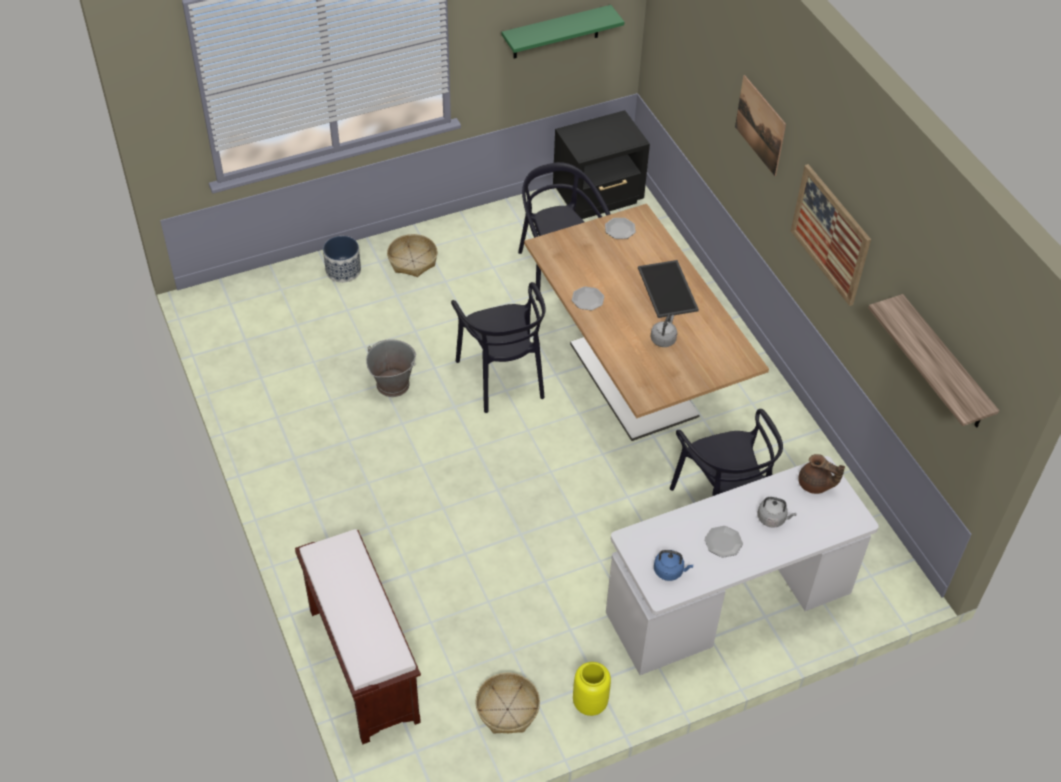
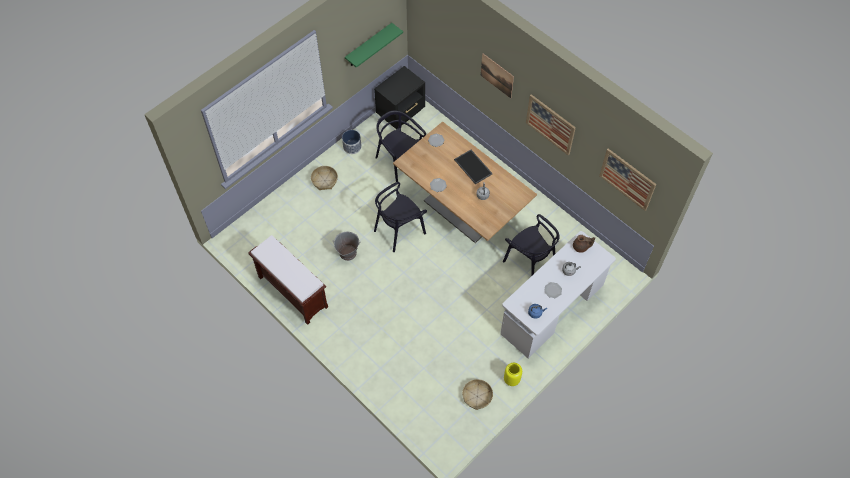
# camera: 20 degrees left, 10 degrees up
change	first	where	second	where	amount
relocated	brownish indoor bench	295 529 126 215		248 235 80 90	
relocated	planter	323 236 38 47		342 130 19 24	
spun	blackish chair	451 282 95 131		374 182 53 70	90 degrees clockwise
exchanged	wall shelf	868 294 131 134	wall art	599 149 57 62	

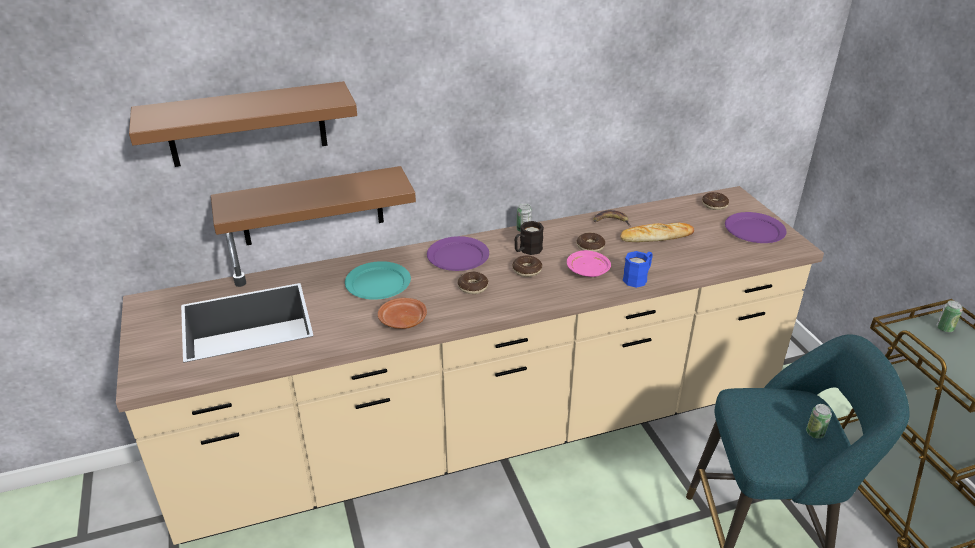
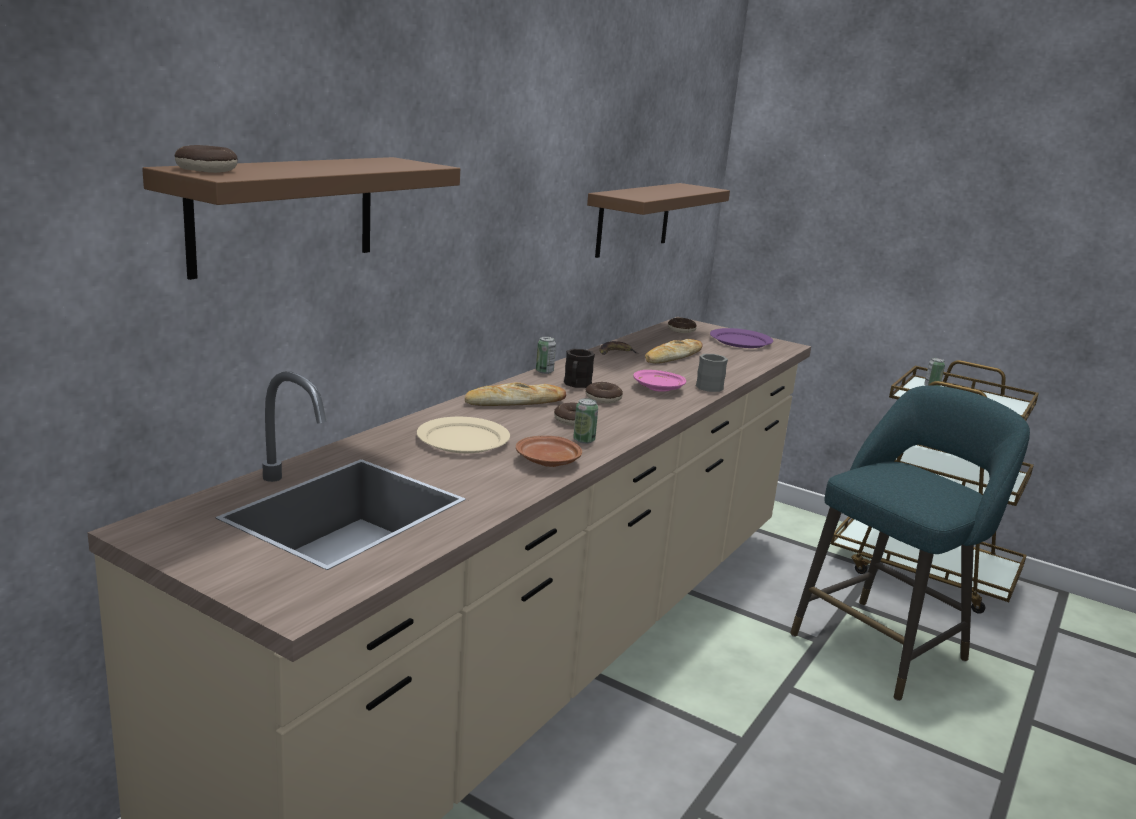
# camera: 40 degrees left, 15 degrees down
change	first	where	second	where	amount
relocated	brownish wall shelf	211 166 205 79		587 183 143 75	
colour	turquoise flat dish	345 261 66 39	beige-coloured flat dish	417 417 93 36	
exchanged	purplish flat dish	427 236 62 35	bakery bread	465 382 101 24	
relocated	doughnut	577 233 28 19		175 145 63 28	
colour	blue coffee mug	623 251 30 37	gray coffee mug	696 354 32 38	
relocated	can	806 404 26 35		573 398 25 46	

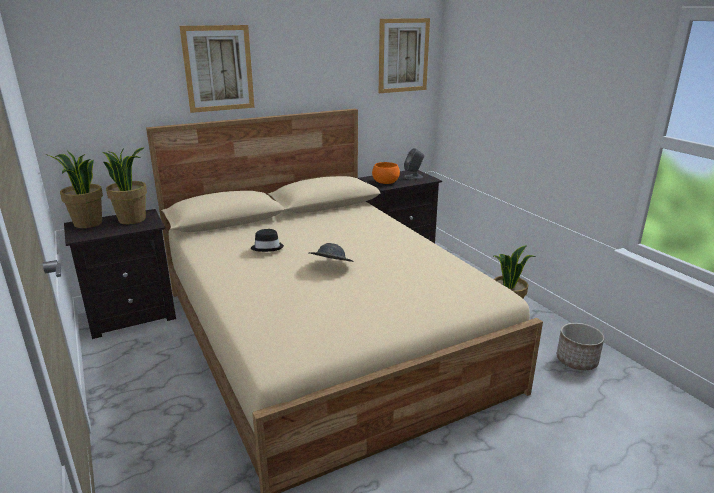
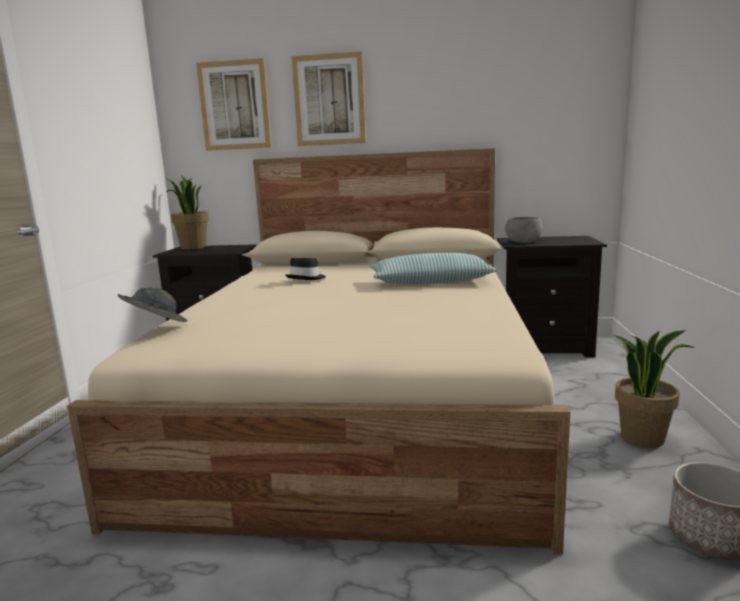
# camera: 35 degrees right, 10 degrees down
change	first	where	second	where	amount
missing	potted plant	103 147 44 77			
relocated	gray wearable hat	309 243 45 19		118 287 69 35	
colour	orangey serving bowl	372 162 28 22	gray serving bowl	505 217 38 26	
relocated	wall art	379 18 51 75		196 58 76 93	
missing	gray loudspeaker	404 148 20 31			
appeared			cushion	370 253 127 31	

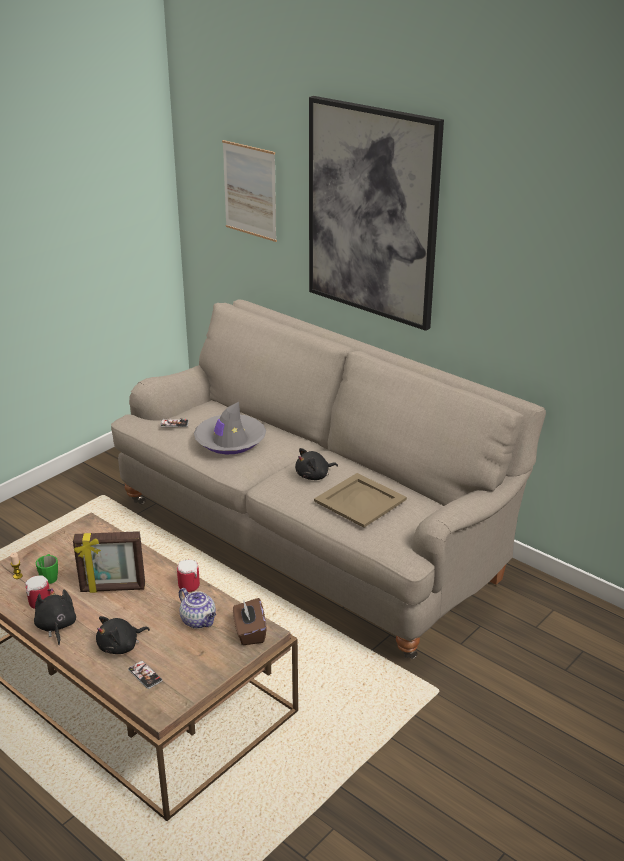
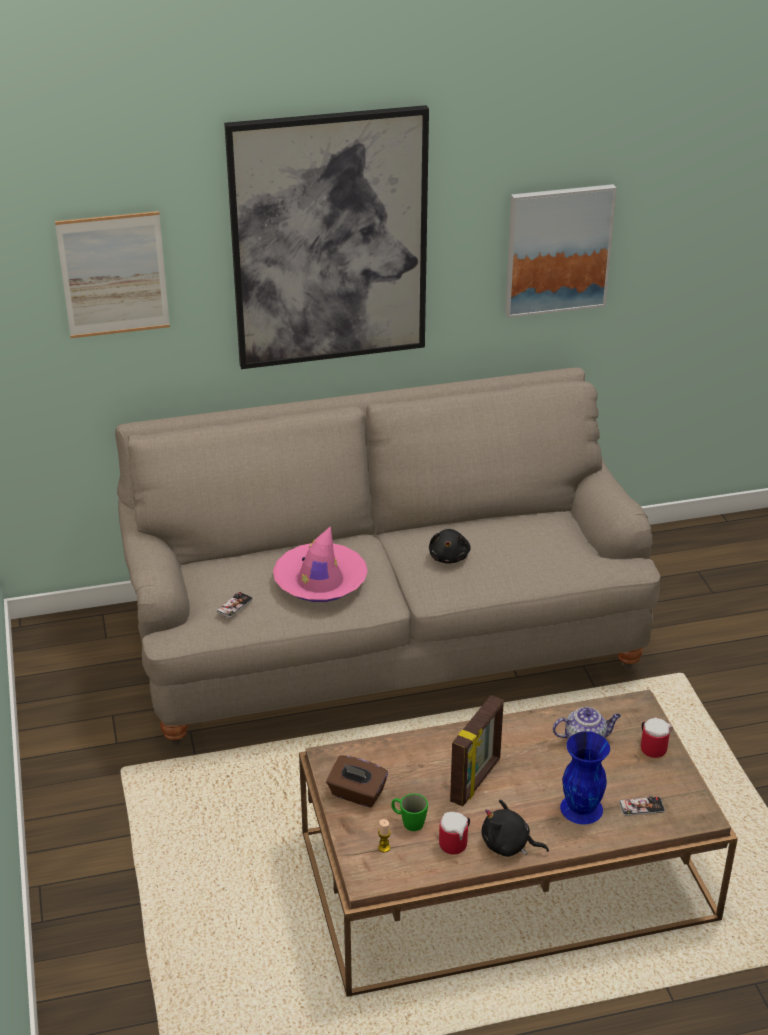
# camera: 55 degrees left, 5 degrees up
change	first	where	second	where	amount
exchanged	blackish cuddly toy	96 616 54 38	blue vase	560 731 50 93	
relocated	coffee mug	177 559 23 33		641 718 32 40	
colour	gray wearable hat	194 402 72 53	pink-coloured wearable hat	273 526 95 76	
relocated	brownish tissue box	233 598 34 47		326 756 62 52	
missing	beige-coloured serving tray	314 473 93 55			
appeared			wall art	505 184 112 134	

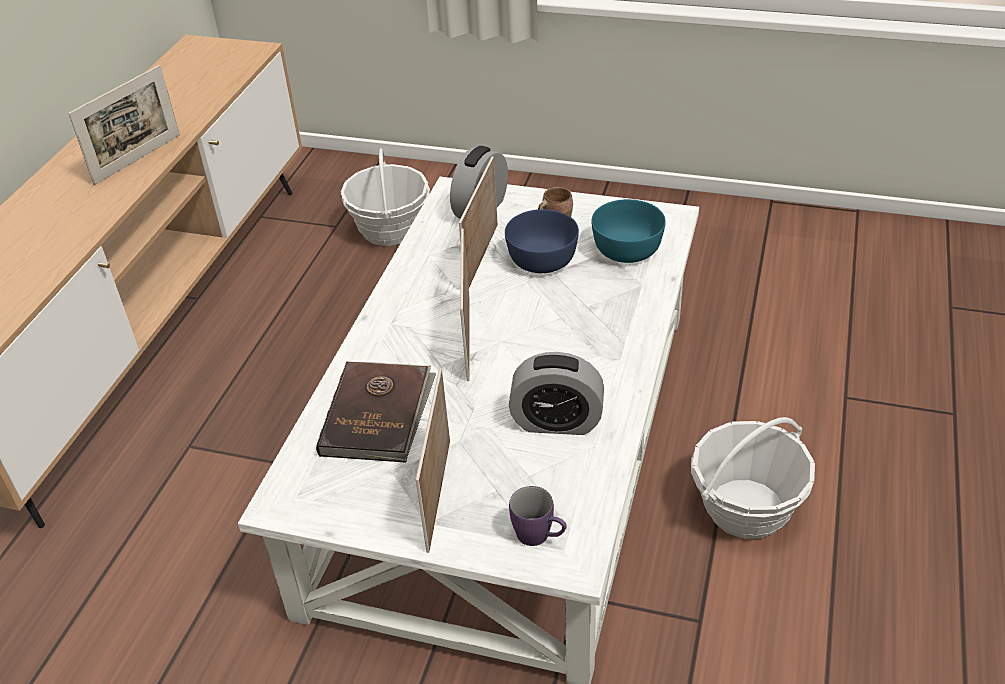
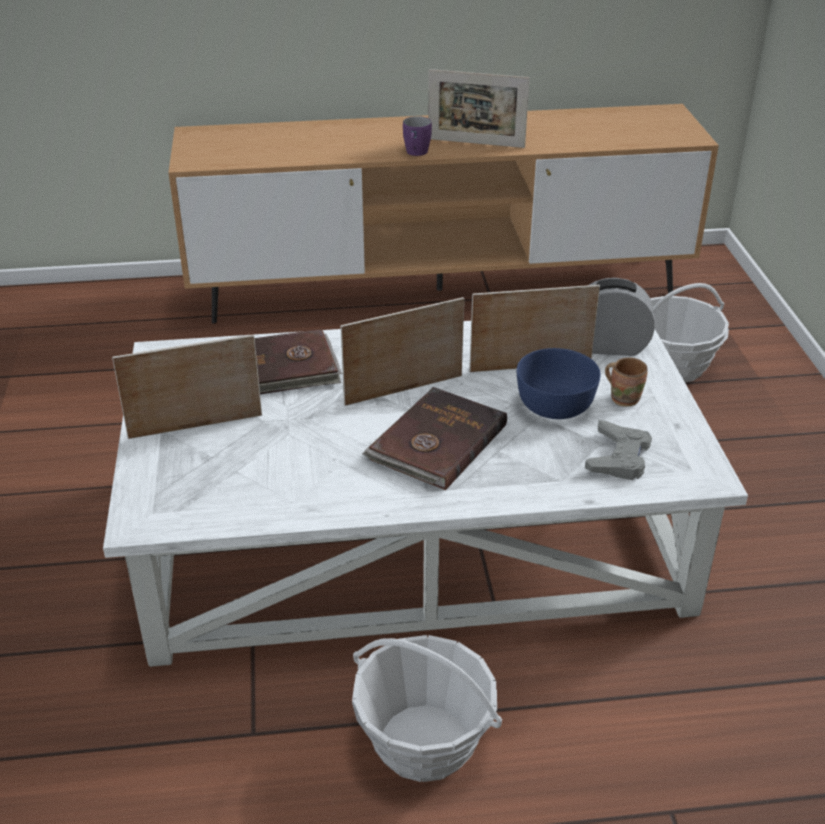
# camera: 65 degrees right, 5 degrees down
change	first	where	second	where	amount
missing	bedside clock	509 352 95 83			
relocated	purplish coffee mug	509 486 58 60		403 116 29 40	
exchanged	turquoise serving bowl	592 199 74 64	gray game controller	585 420 67 60	
appeared			brownish bound book	362 387 145 103	

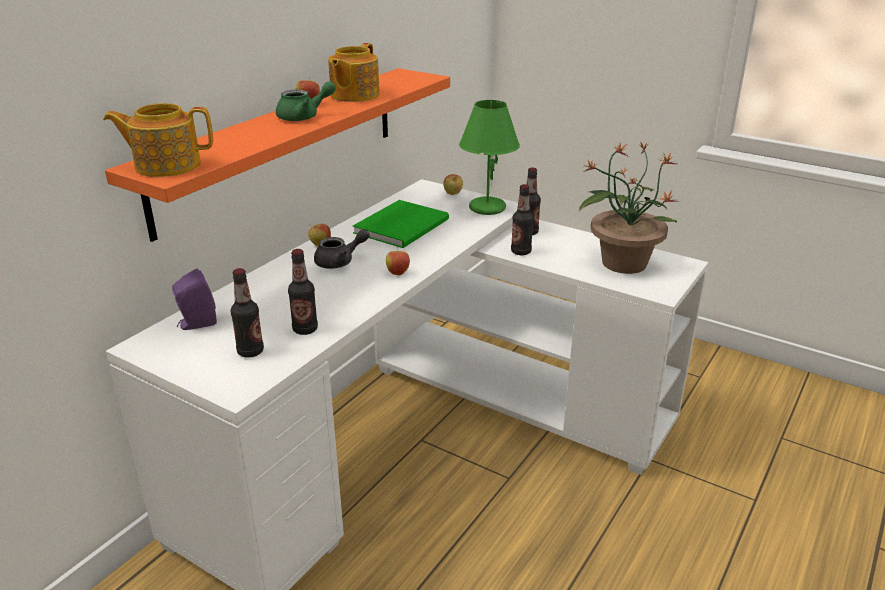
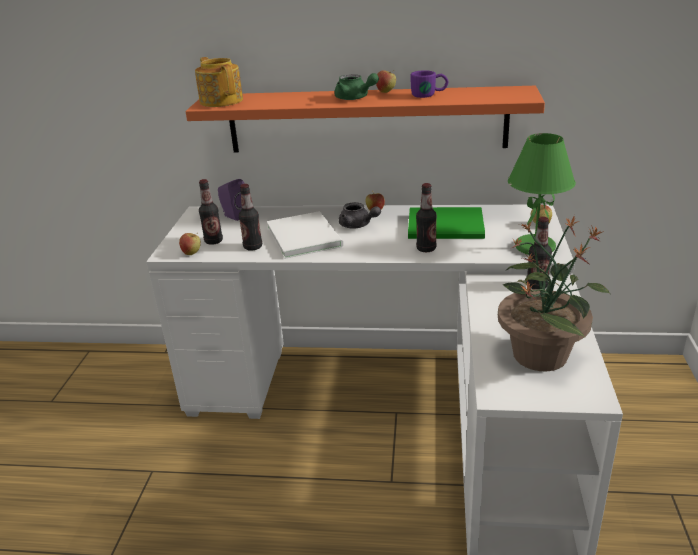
# camera: 65 degrees right, 0 degrees up
change	first	where	second	where	amount
exchanged	pot for tea	328 43 52 59	purplish coffee mug	410 70 39 28	
relocated	whole apple	386 247 24 29		179 233 22 22	
relocated	beverage bottle	511 184 23 71		416 183 21 69	
appeared			whitish bound book	267 211 76 48	

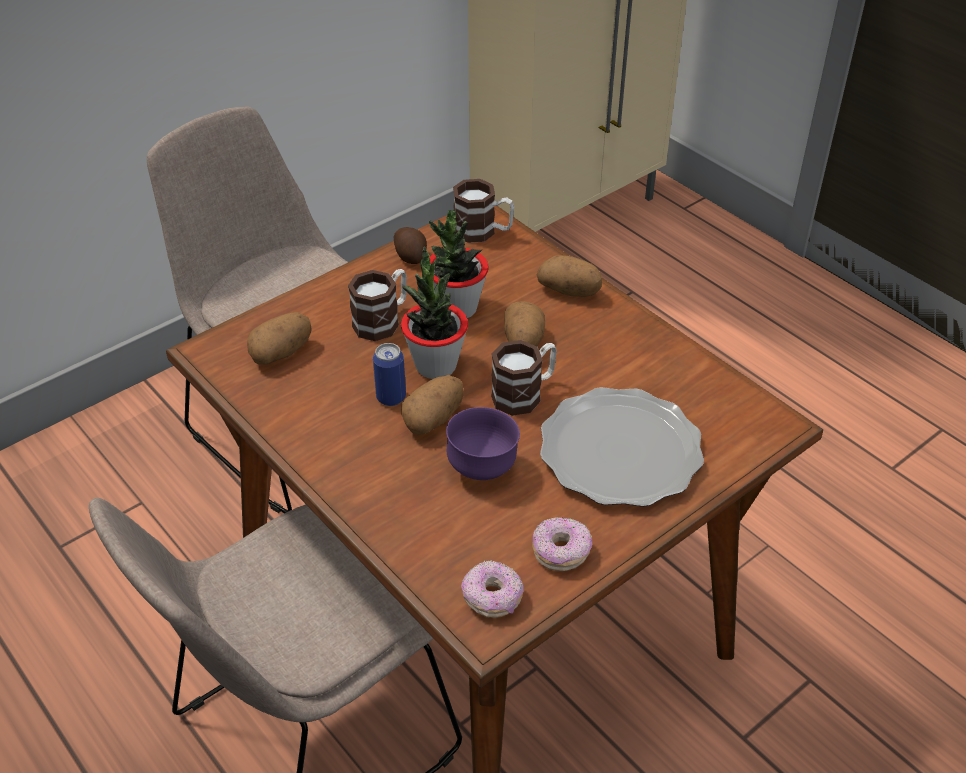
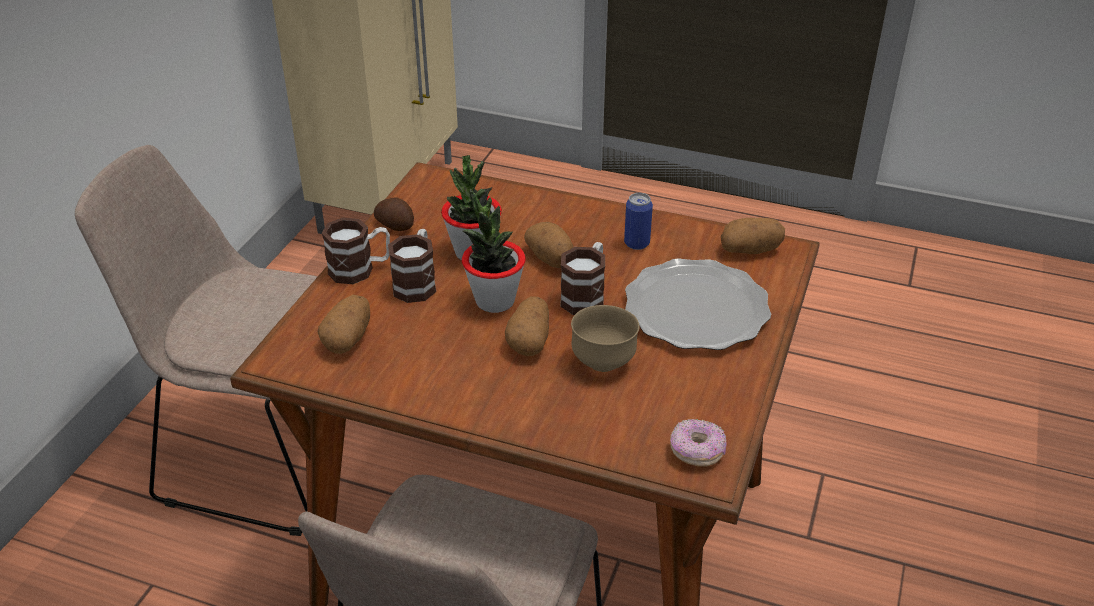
# camera: 30 degrees left, 5 degrees down
change	first	where	second	where	amount
relocated	can	373 343 33 63		624 193 29 57	
colour	purplish serving bowl	446 407 74 73	brownish serving bowl	571 305 69 67	
relocated	coffee mug	453 179 61 64		322 218 68 66	
missing	doughnut	532 517 60 54			
relocated	whole potato	537 255 65 42		721 218 64 36	

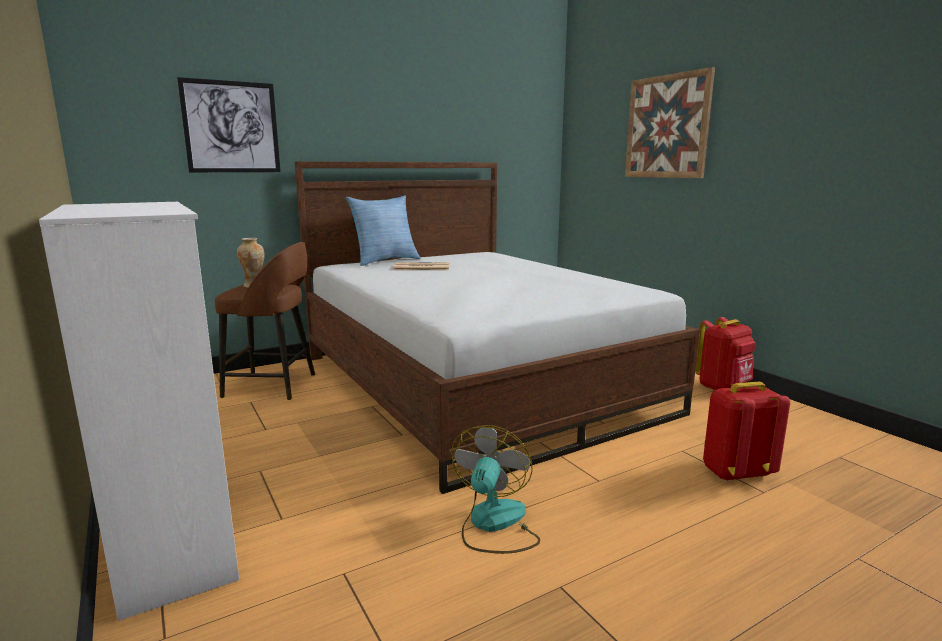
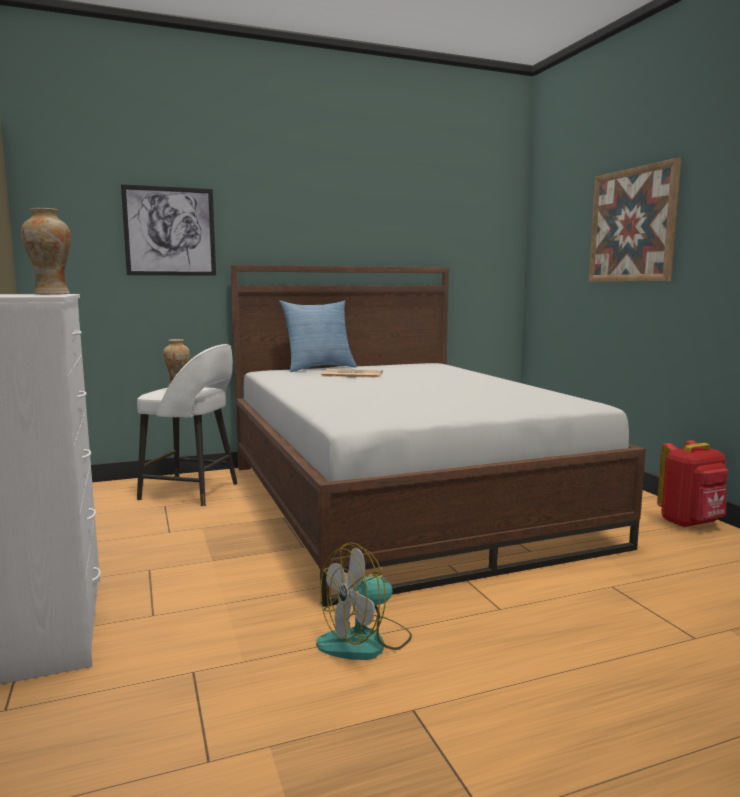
# camera: 10 degrees right, 5 degrees down
change	first	where	second	where	amount
colour	brownish sitting stool	215 242 100 158	whitish sitting stool	137 344 101 162	
spun	cooling fan	451 425 89 129		316 542 96 118	150 degrees counterclockwise
missing	red-coloured backpack	703 382 87 99			
appeared			vase	21 208 50 87	

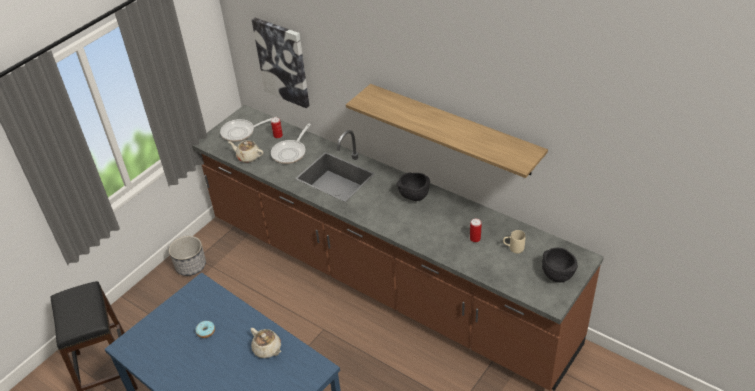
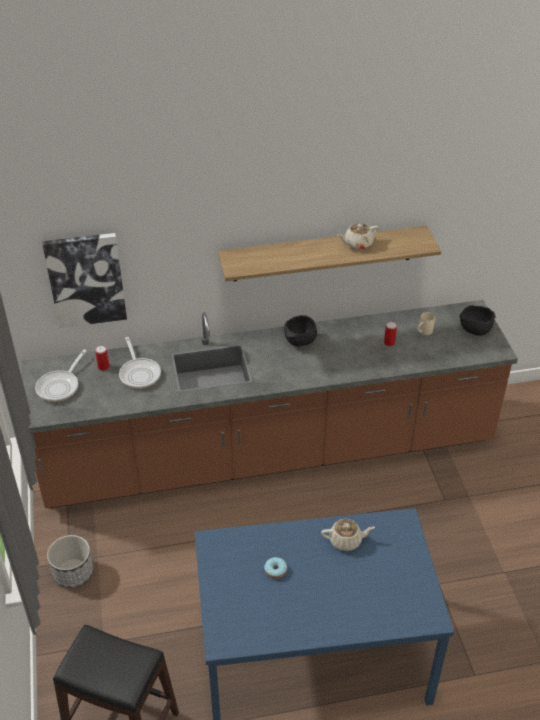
# camera: 50 degrees left, 0 degrees up
change	first	where	second	where	amount
relocated	beige-coloured pot for tea	229 140 34 23		338 223 41 27	

